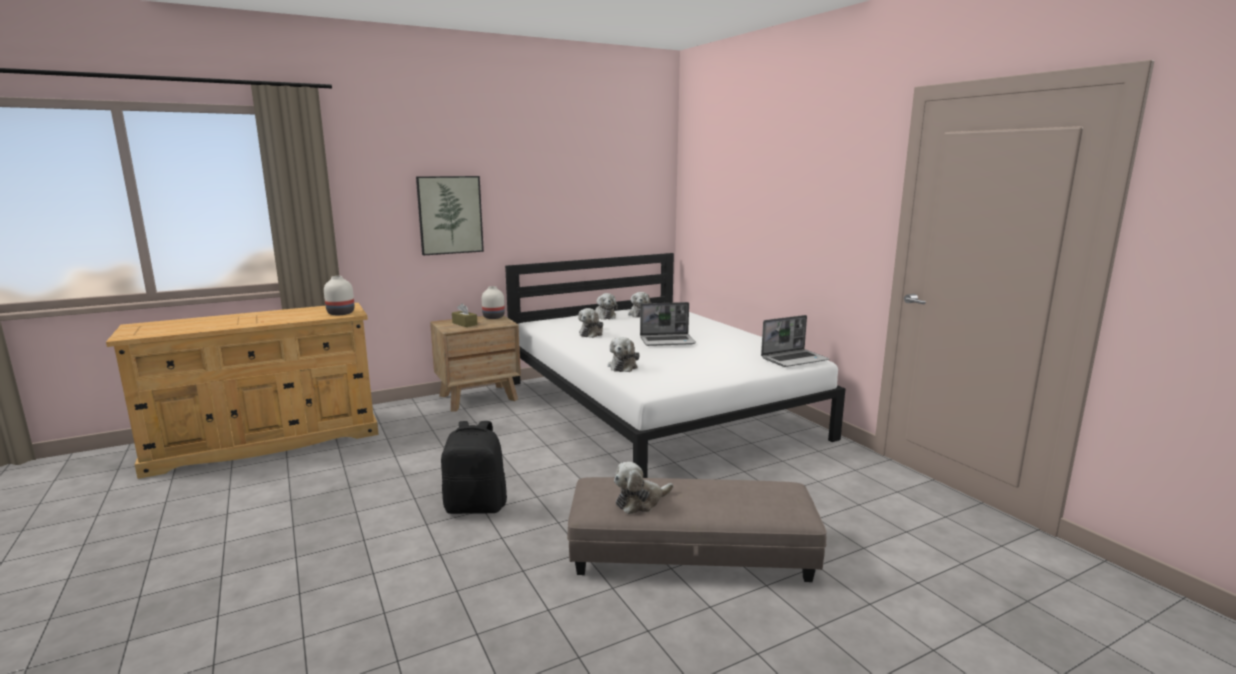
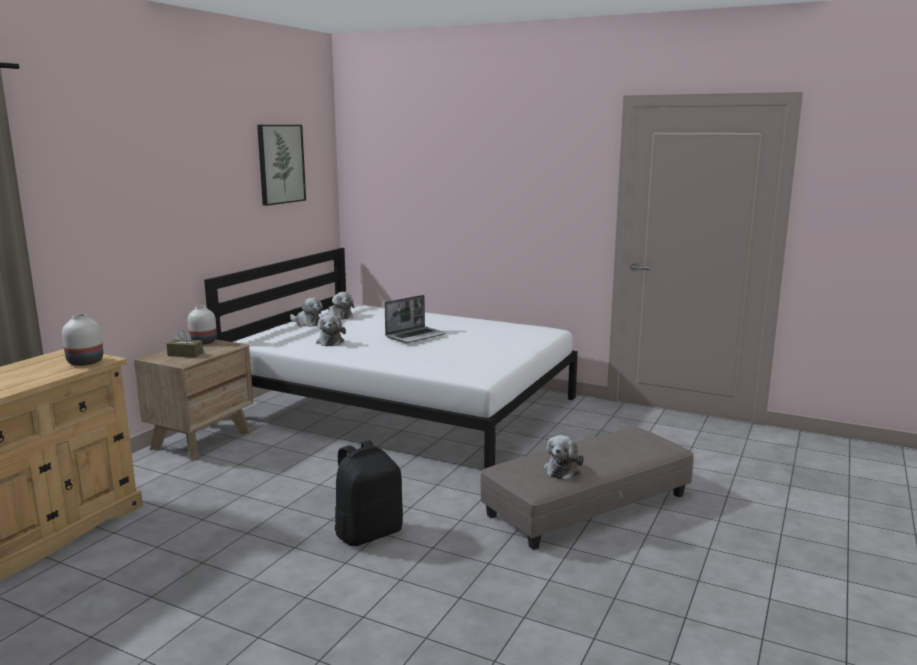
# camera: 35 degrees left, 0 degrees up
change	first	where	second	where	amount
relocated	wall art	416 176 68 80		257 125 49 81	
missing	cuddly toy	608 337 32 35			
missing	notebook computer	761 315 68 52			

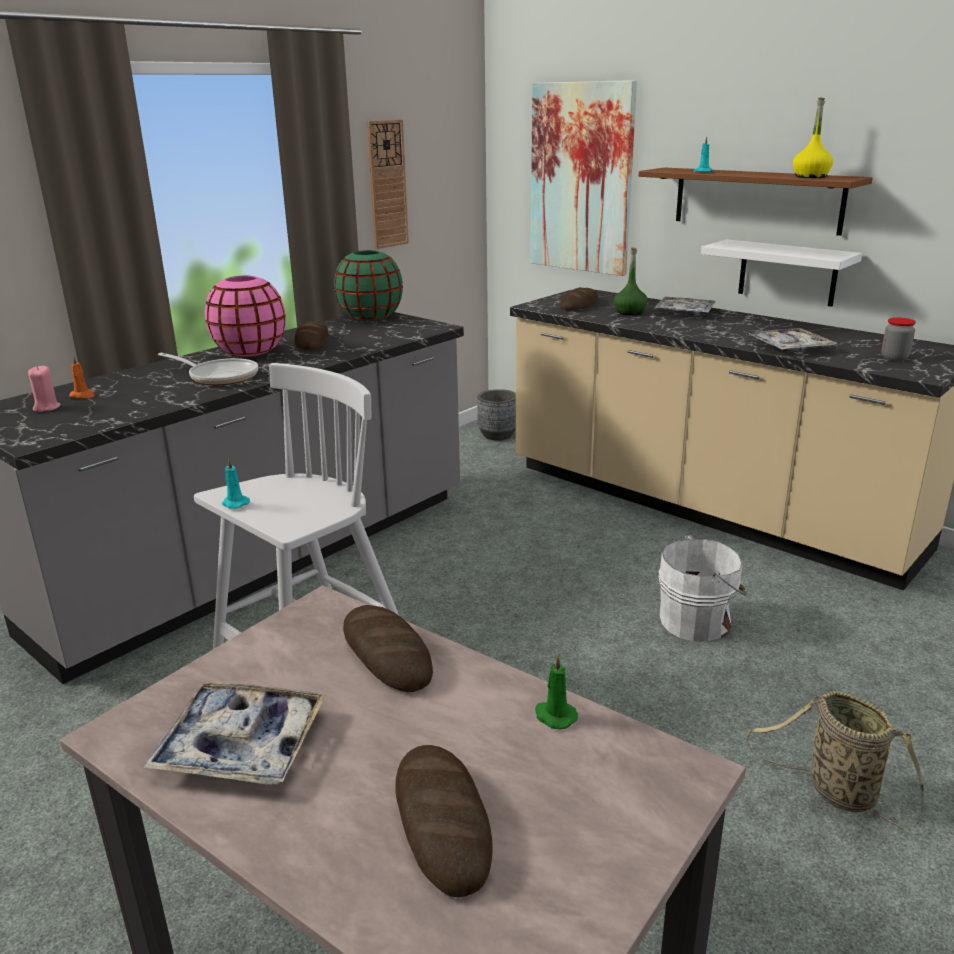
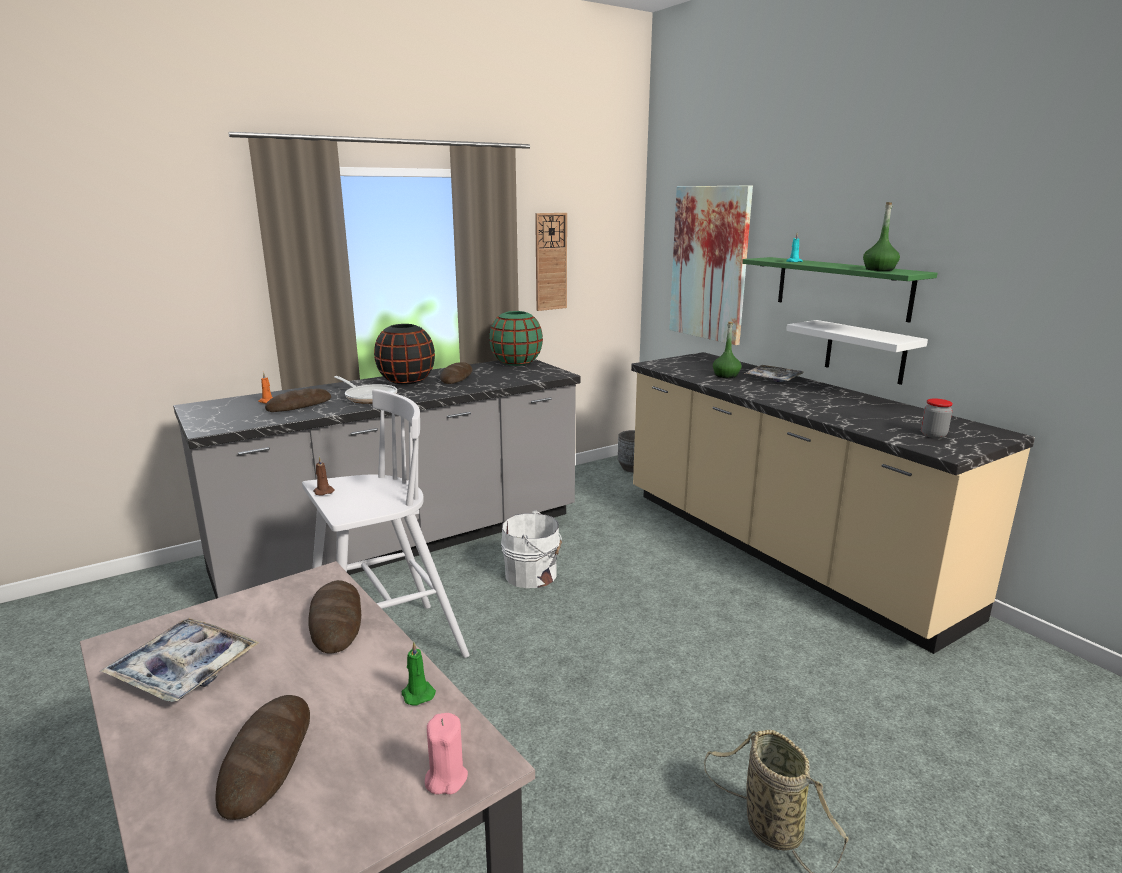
# camera: 15 degrees right, 5 degrees down
change	first	where	second	where	amount
relocated	pink-coloured wax candle	28 366 32 46		425 713 43 82	
colour	pink-coloured vase	205 276 81 81	blackish vase	374 324 61 60	
colour	turquoise wax candle	222 458 28 51	brownish wax candle	313 456 22 40	
relocated	bakery bread	560 288 38 23		265 388 66 24	
colour	brownish wall shelf	639 168 234 68	greenish wall shelf	742 257 195 66	
relocated	whitish pail	658 535 89 106		501 510 61 78	
missing	serving tray	749 328 88 24			
colour	yellow beverage bottle	793 98 40 80	greenish beverage bottle	863 202 37 69	

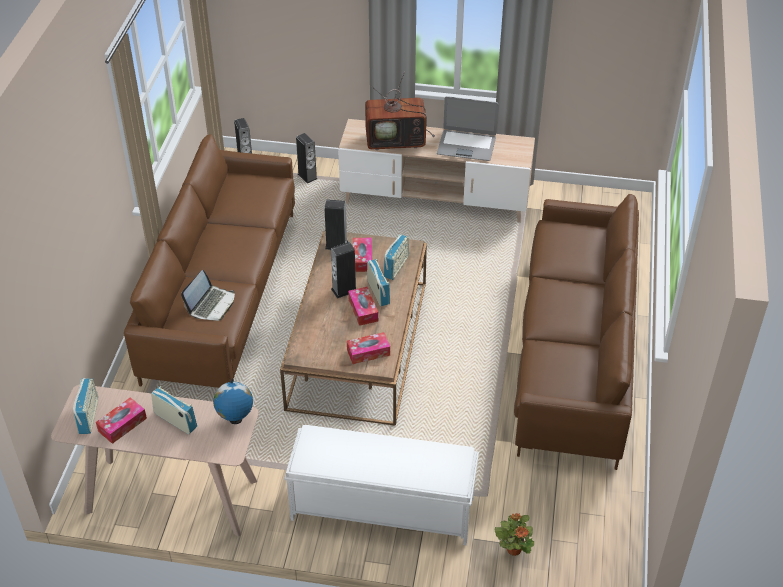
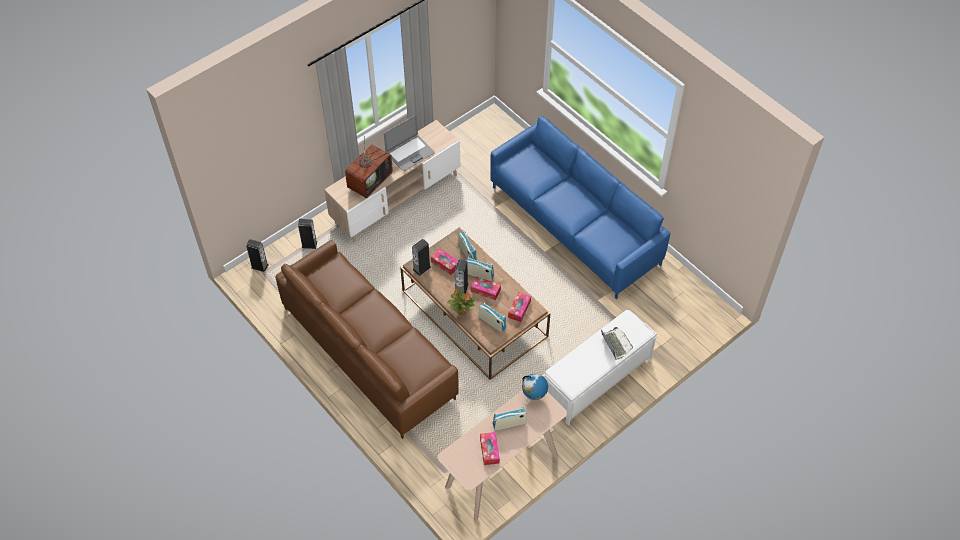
# camera: 50 degrees left, 10 degrees up
change	first	where	second	where	amount
relocated	radio	73 378 25 56		478 303 28 30	
relocated	notebook computer	181 270 54 51		601 327 32 33	
relocated	potted plant	495 513 39 43		447 288 29 27	
colour	brownish couch	514 194 125 276	blue couch	490 116 180 183	

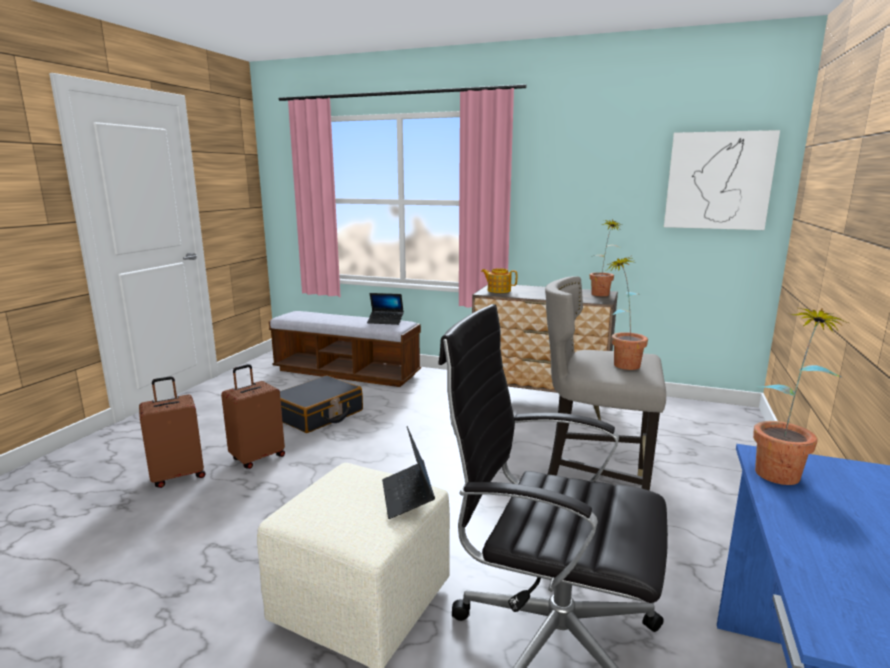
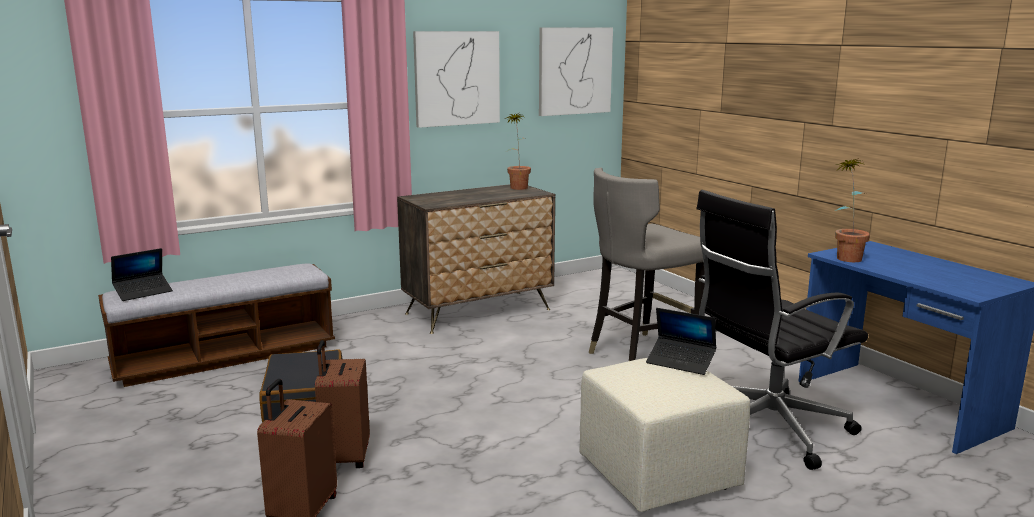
# camera: 50 degrees left, 0 degrees up
change	first	where	second	where	amount
relocated	notebook computer	367 293 37 32		111 248 62 53	
missing	pot for tea	481 268 36 25			
missing	potted plant	607 256 41 114			
appeared			wall art	413 31 87 97	

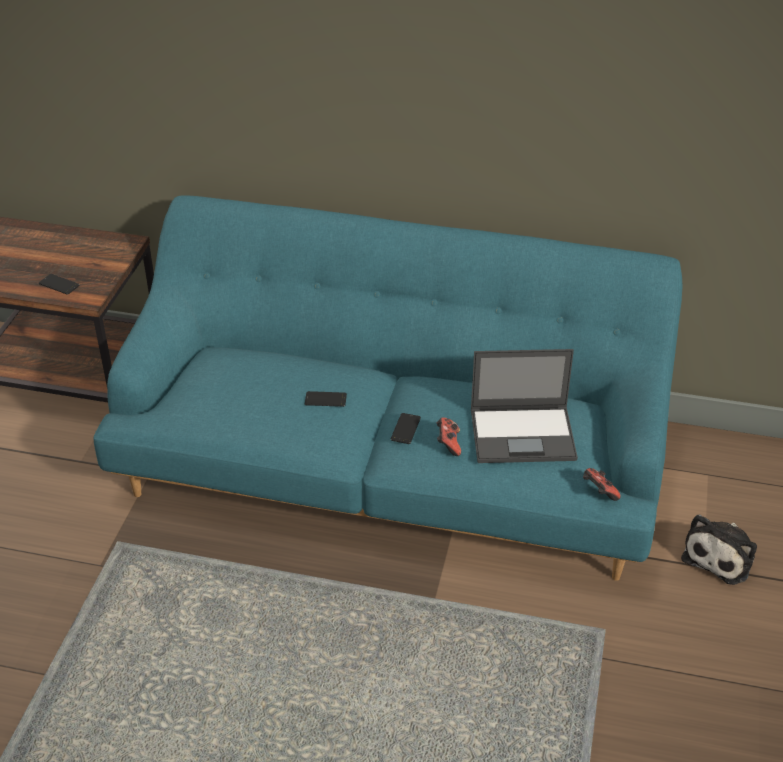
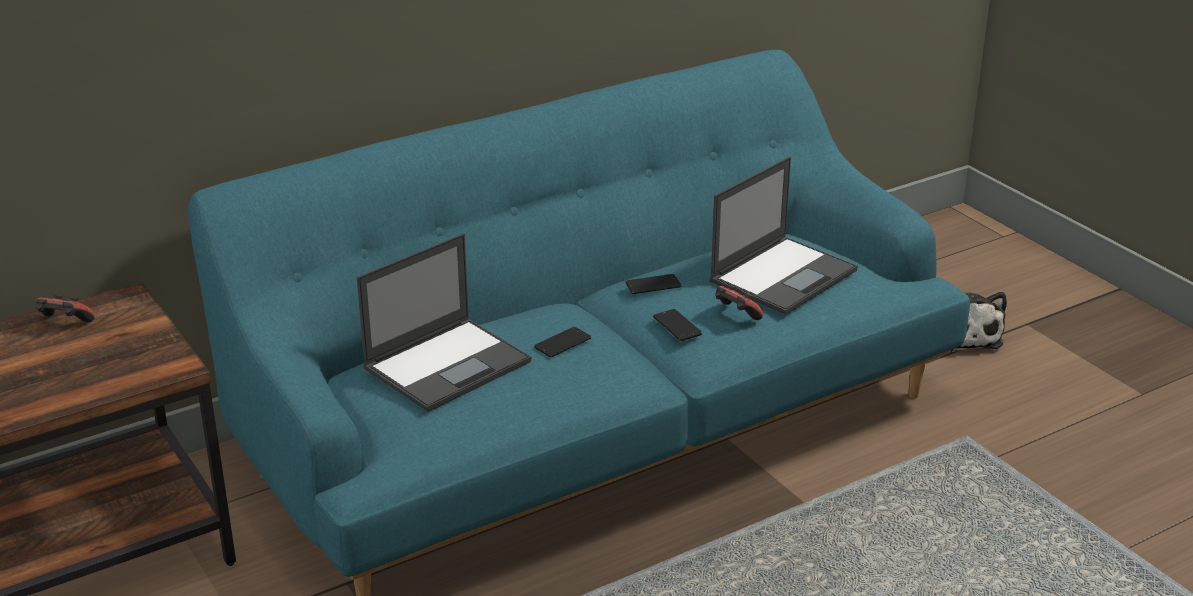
# camera: 45 degrees left, 10 degrees down
change	first	where	second	where	amount
relocated	phone	39 274 40 21		626 274 55 20	
relocated	game controller	583 468 38 33		35 295 60 27	
appeared			notebook computer	357 233 174 179	

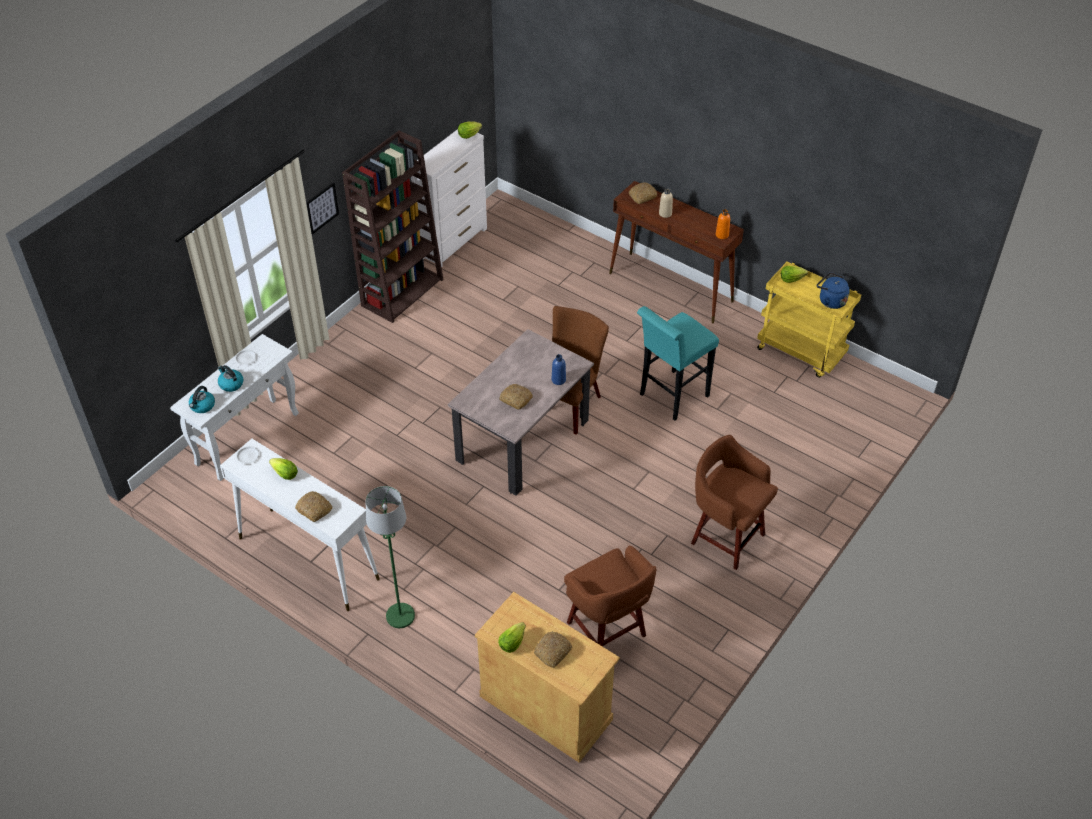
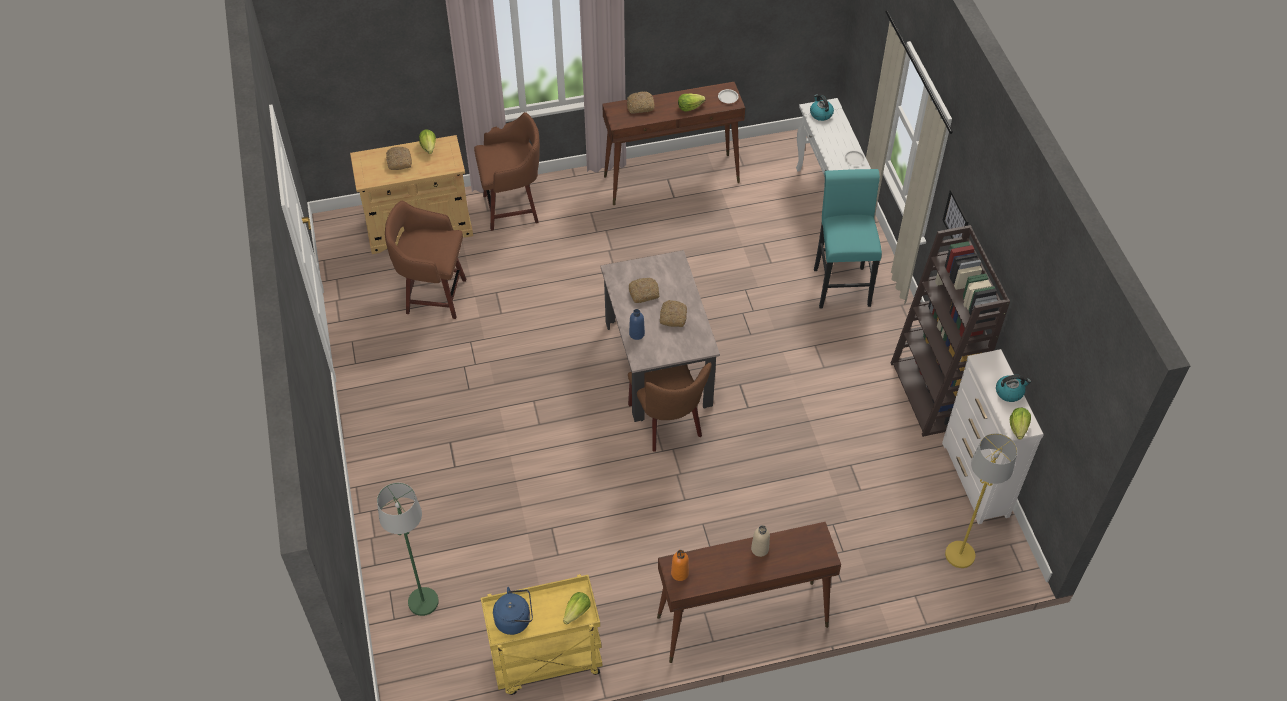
# camera: 130 degrees right, 5 degrees up
change	first	where	second	where	amount
relocated	kettle	218 365 25 27		996 375 35 27	
colour	whitish console table	220 439 160 172	brownish console table	602 82 143 123	
relocated	greenish standard lamp	366 486 49 142		377 483 62 133	
relocated	bakery bread	629 182 28 22		660 300 27 27	
relocated	turquoise sitting stool	637 306 82 115		814 169 68 140	
relocated	brownish sitting stool	691 435 87 135		474 112 66 119	
appeared			yellow standard lamp	945 433 72 135	

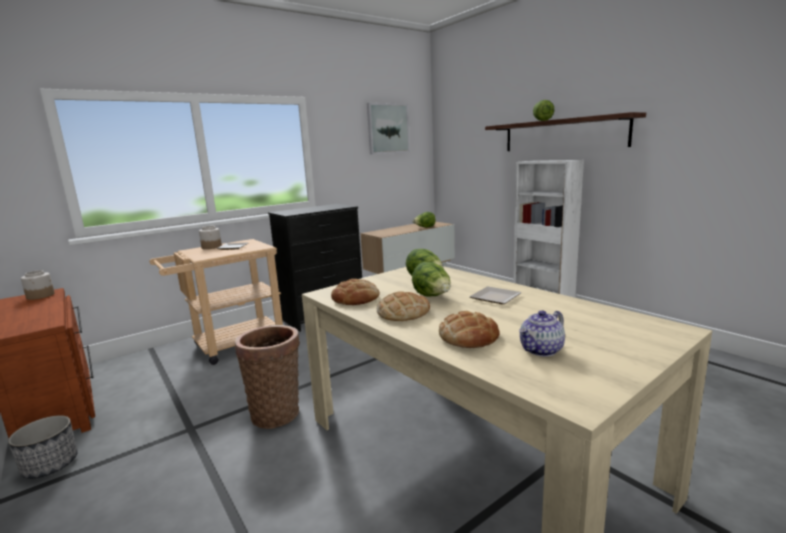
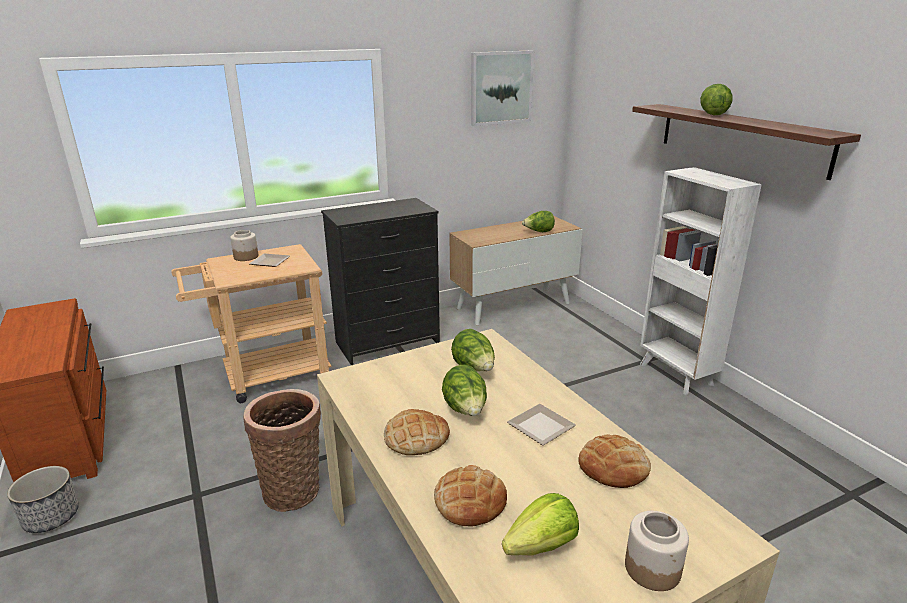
# camera: 10 degrees right, 10 degrees up
change	first	where	second	where	amount
relocated	preserve jar	21 270 34 30		625 511 64 80	
relocated	bakery bread	331 279 49 26		579 434 72 54	
exchanged	pot for tea	519 310 46 47	head of lettuce	502 493 77 63	

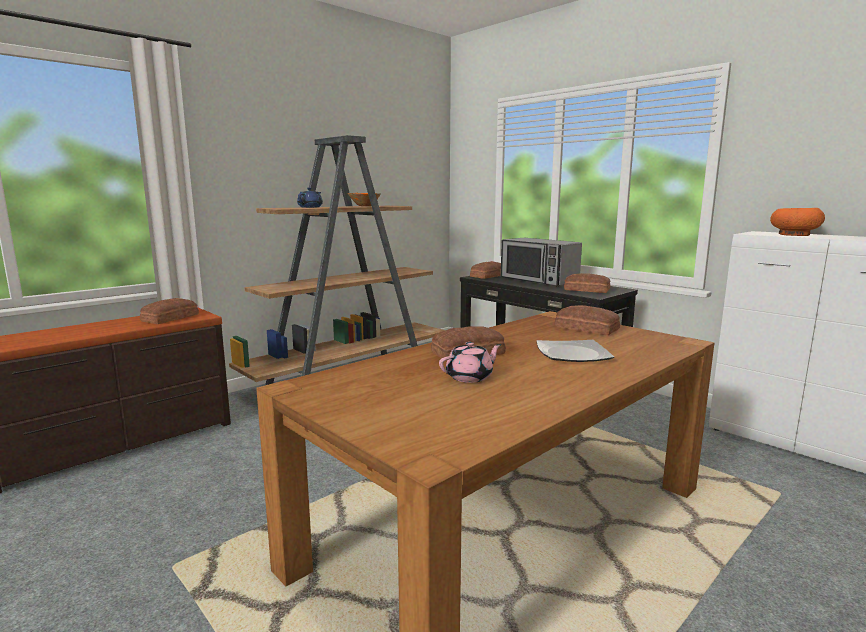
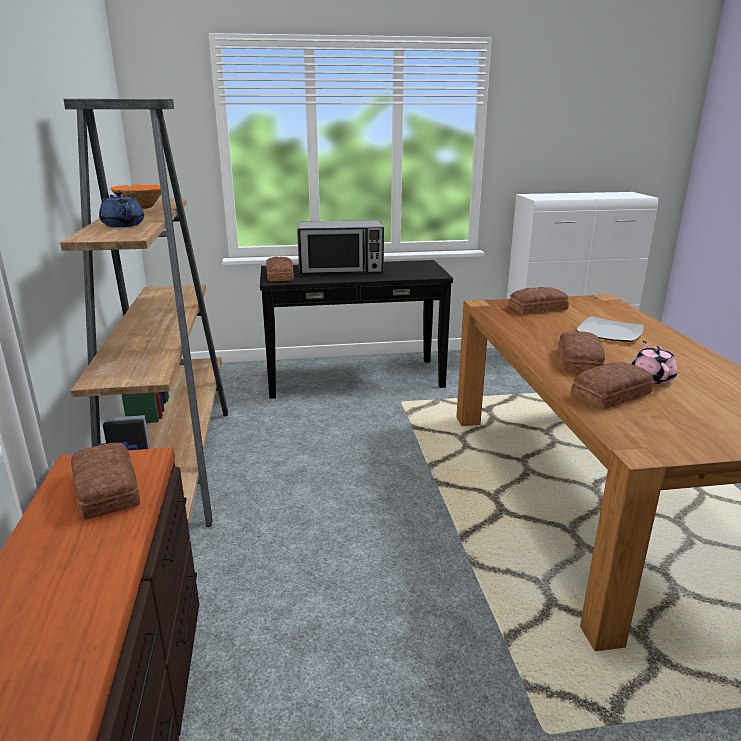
# camera: 55 degrees left, 10 degrees up
change	first	where	second	where	amount
relocated	bakery bread	564 273 46 20		571 362 82 48	
missing	orangey serving bowl	770 208 55 28			

